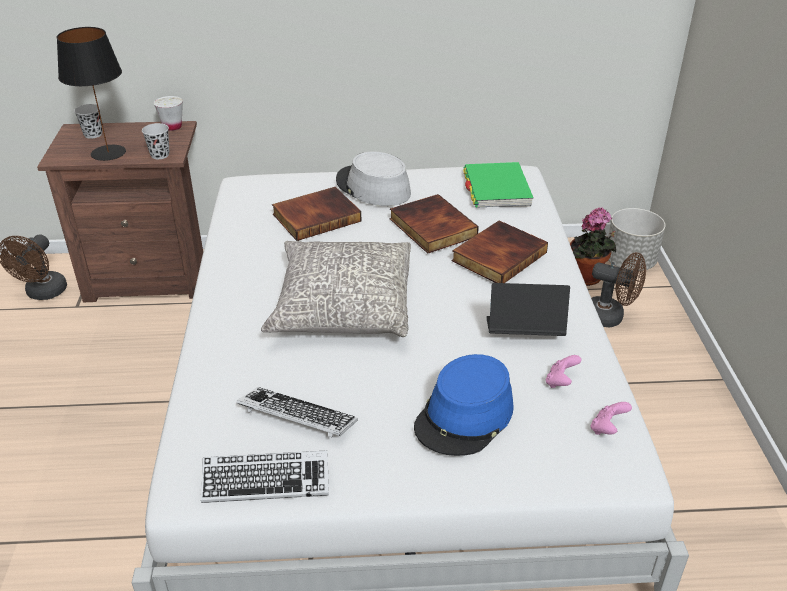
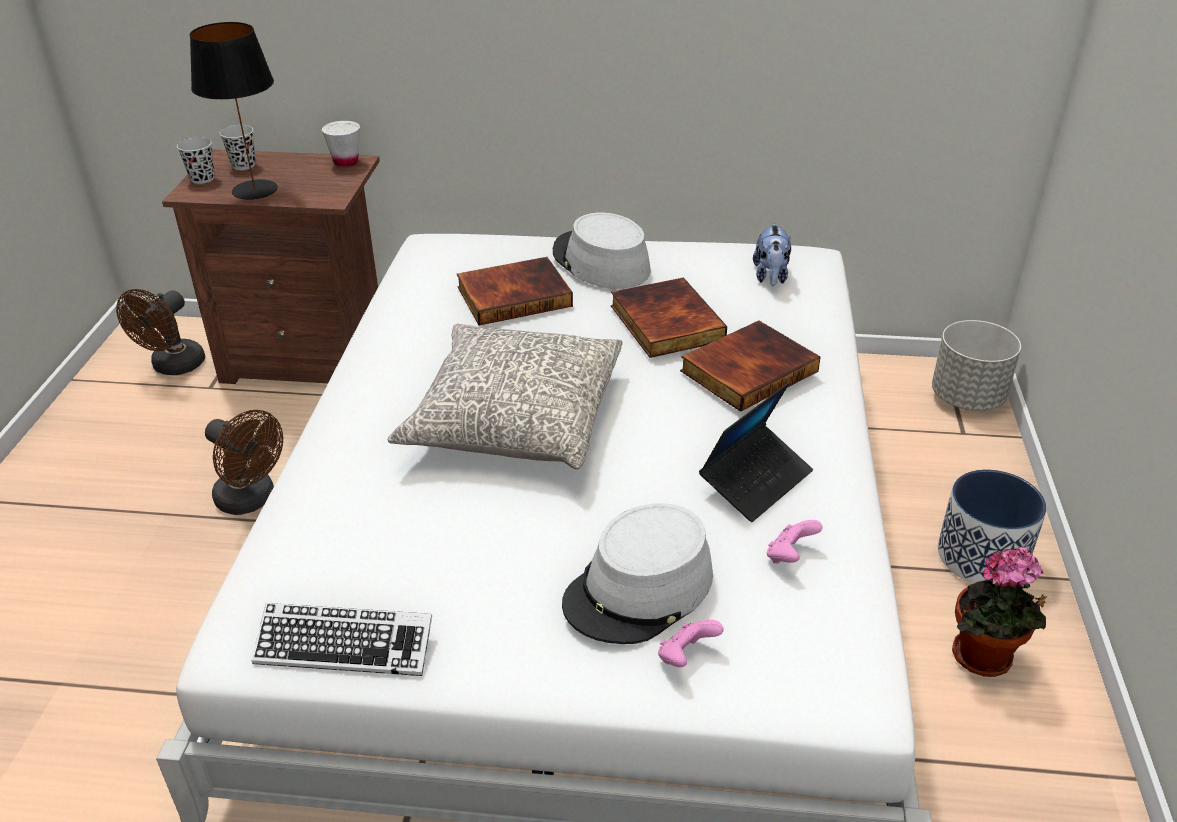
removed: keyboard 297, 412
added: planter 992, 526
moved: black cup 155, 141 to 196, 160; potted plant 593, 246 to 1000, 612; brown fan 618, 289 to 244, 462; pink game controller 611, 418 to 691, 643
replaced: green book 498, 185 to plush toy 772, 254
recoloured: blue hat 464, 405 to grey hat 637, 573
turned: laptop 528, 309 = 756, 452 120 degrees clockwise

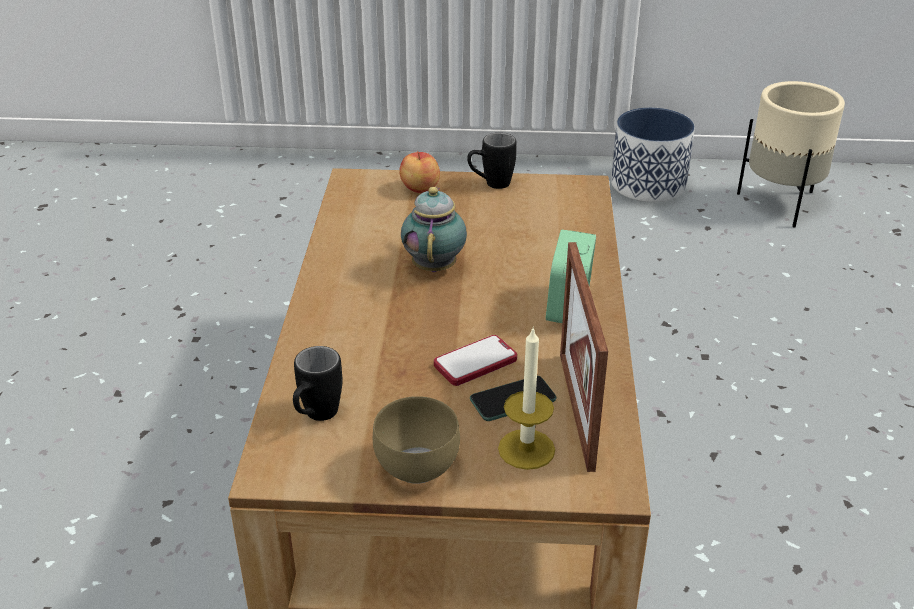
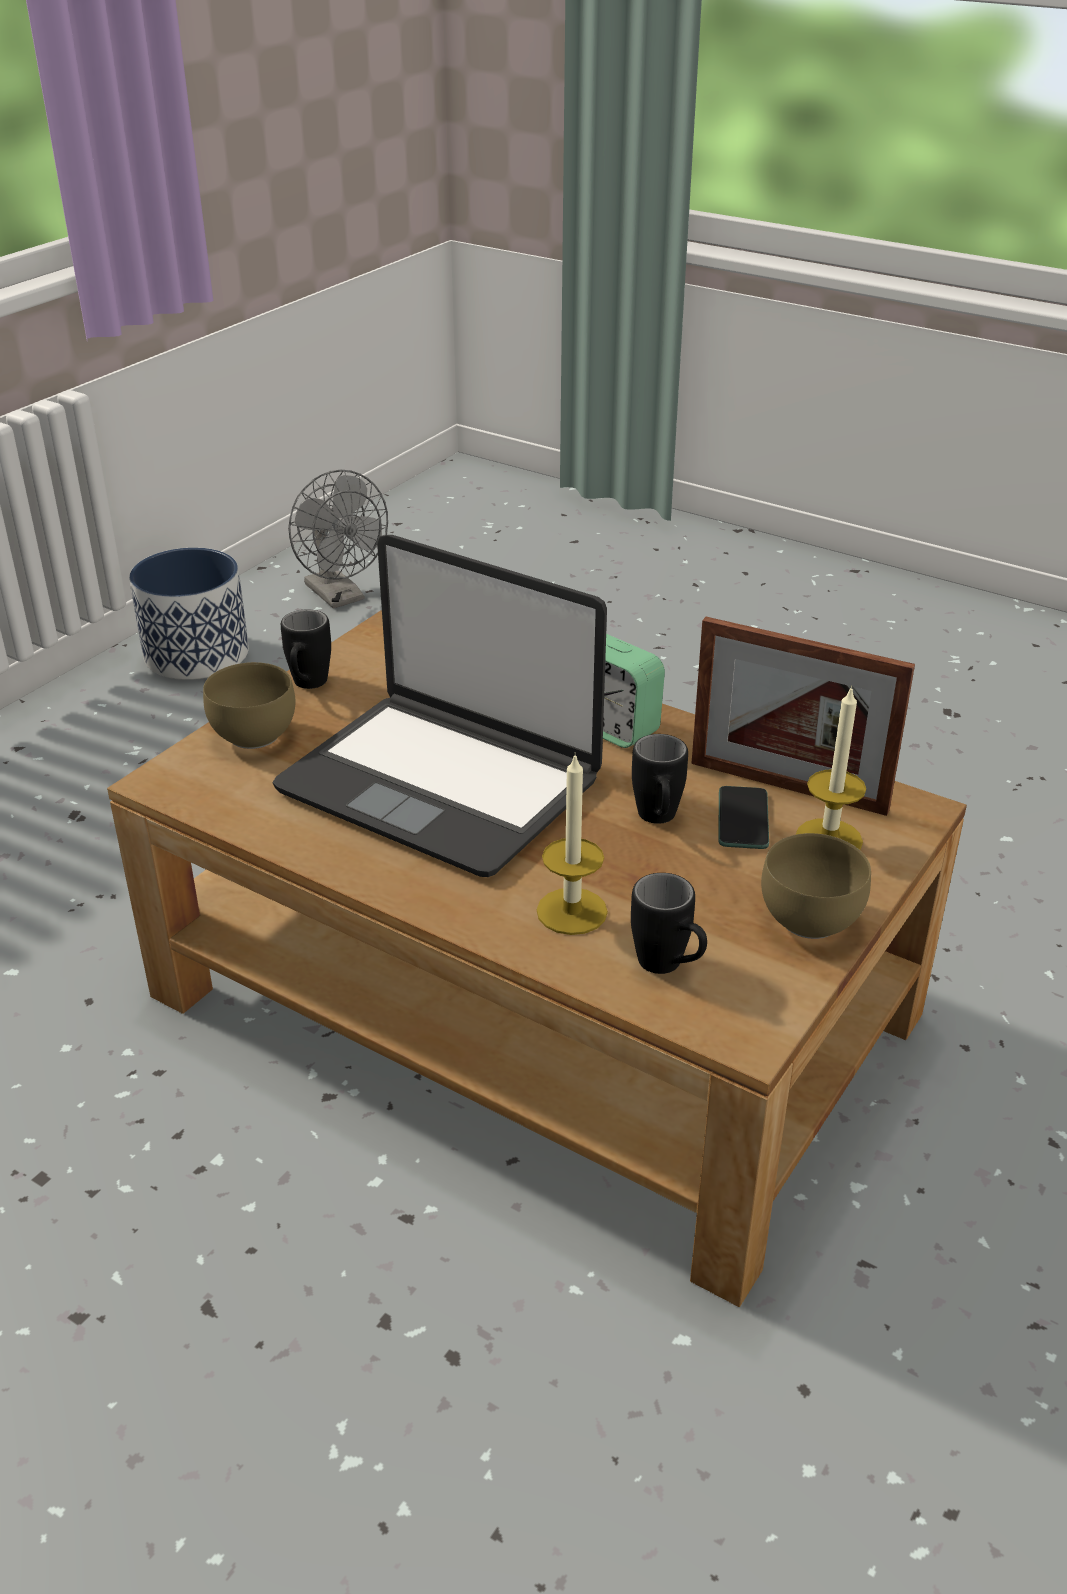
added: candle 572, 843
replaced: apple 419, 172 to brown bowl 249, 705; teapot 434, 229 to laptop 440, 706; phone 475, 360 to black mug 660, 779; beige planter 791, 154 to grey fan 338, 539

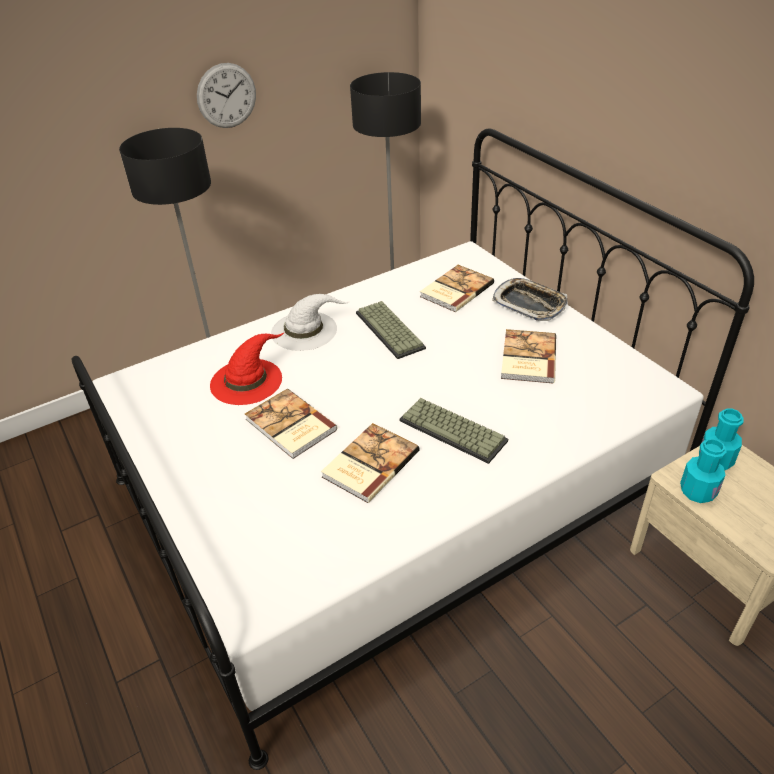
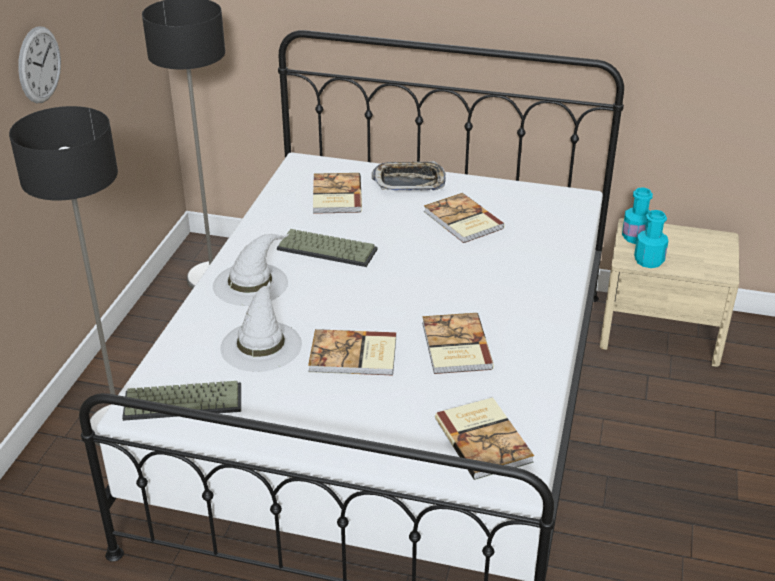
added: book 484, 438
moved: keyboard 453, 431 to 181, 401
recoloured: red hat 247, 369 to white hat 261, 326

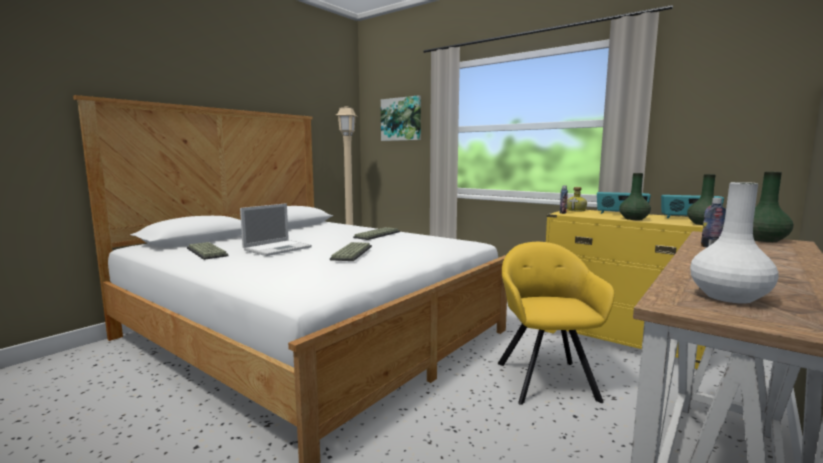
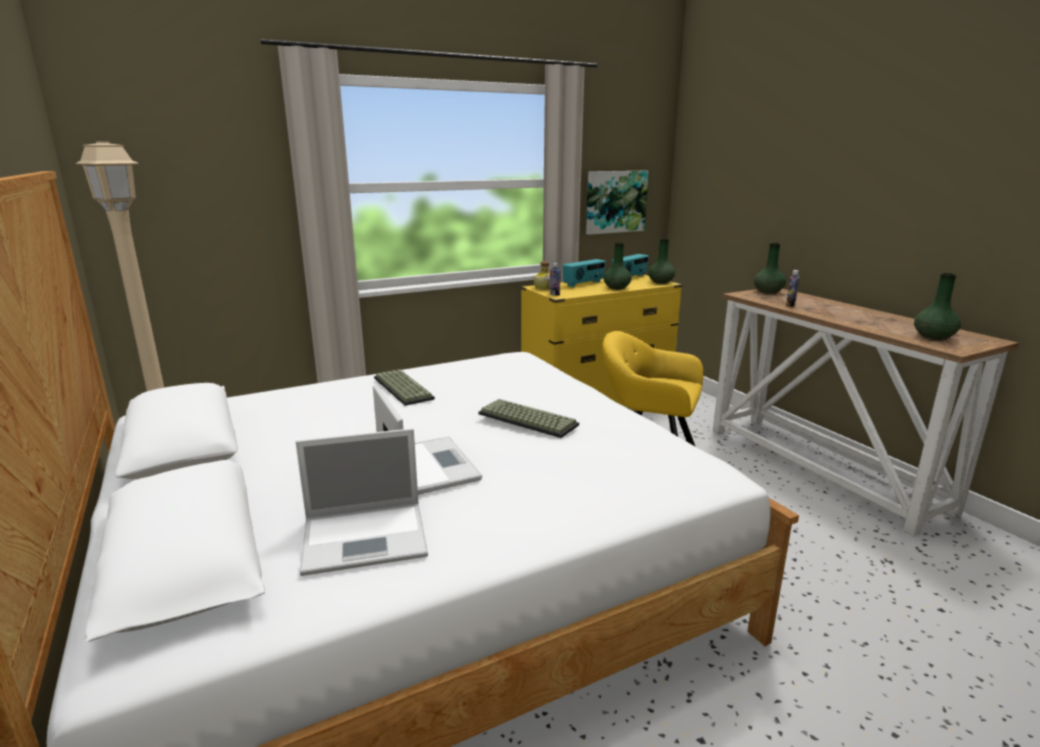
moved: picture 401, 118 to 617, 203
replaced: keyboard 208, 251 to laptop 362, 502
recoloured: white vase 734, 243 to green vase 937, 306

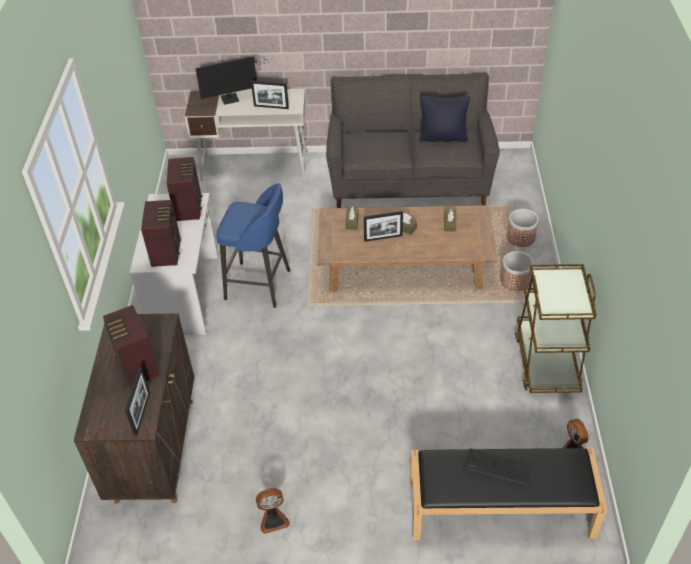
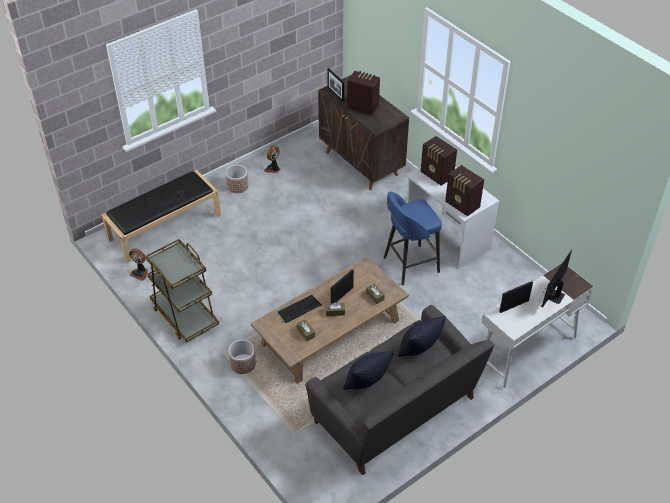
added: keyboard 300, 309; black pillow 421, 336
moved: planter 523, 228 to 236, 179

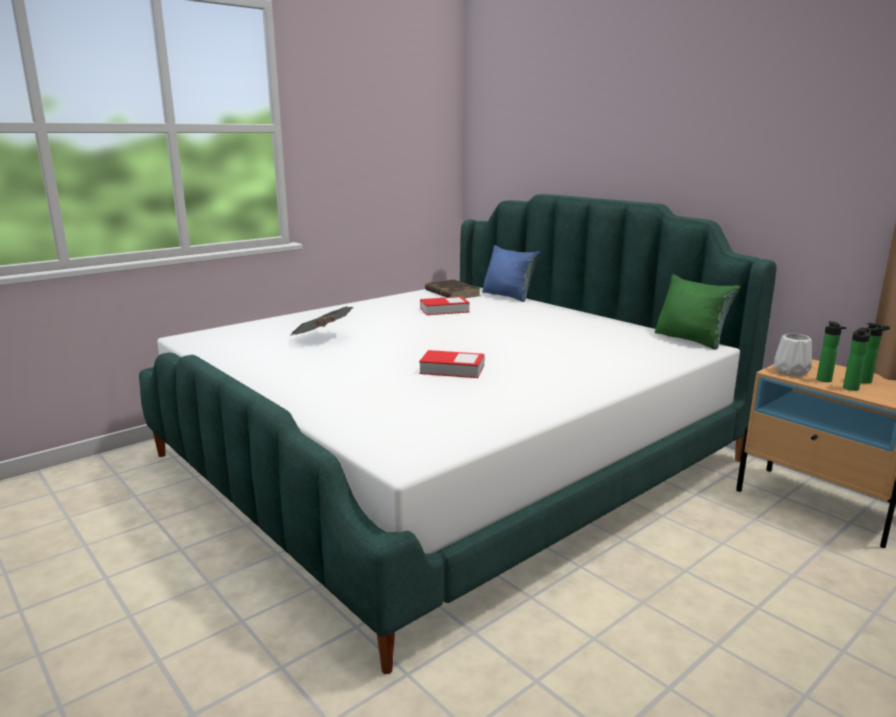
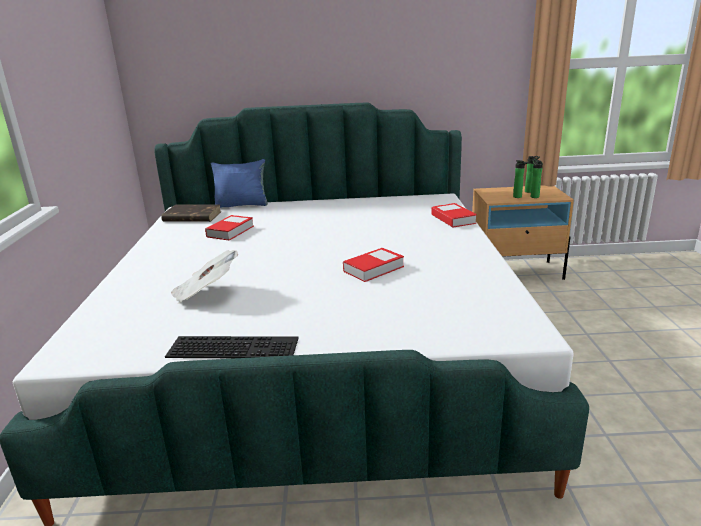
removed: green pillow 697, 312; white vase 793, 355
added: keyboard 232, 347; book 454, 215

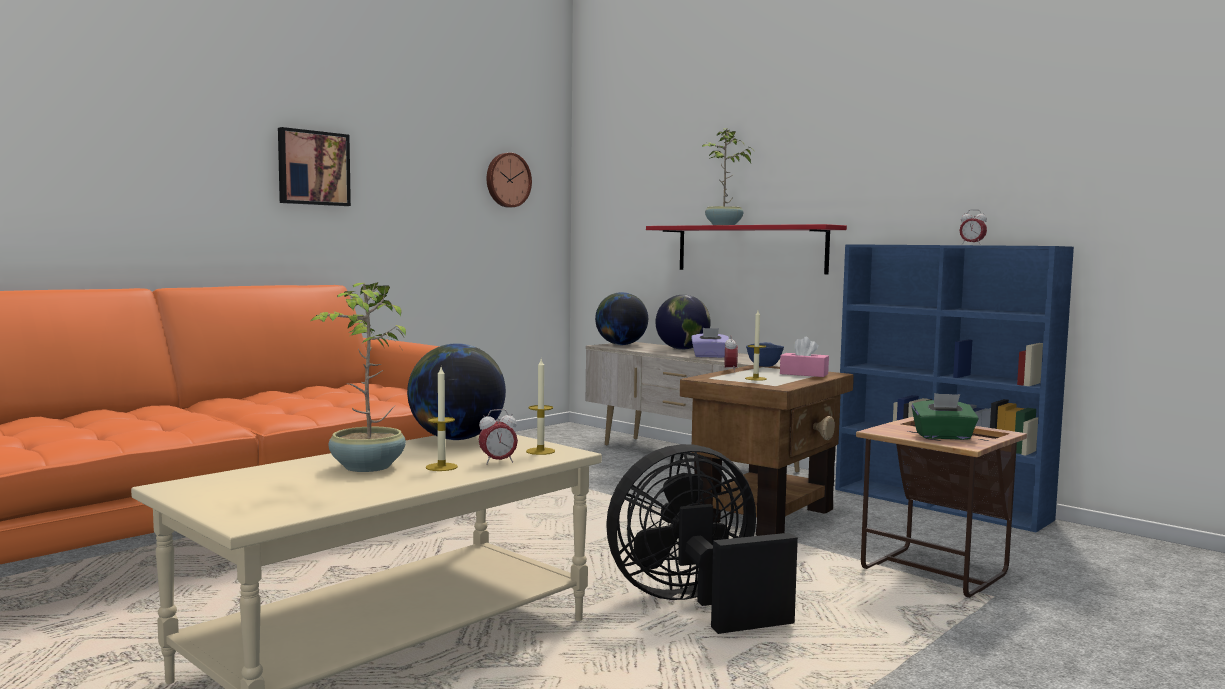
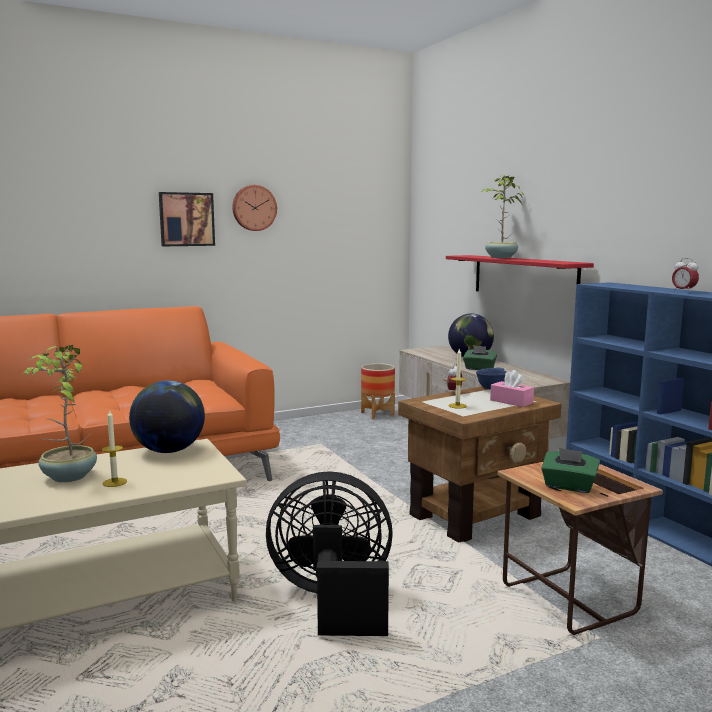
removed: alarm clock 498, 437; candle 540, 407; globe 621, 318
added: planter 378, 391
moved: wall clock 509, 180 to 254, 208
recoloured: purple tissue box 710, 343 to green tissue box 480, 357

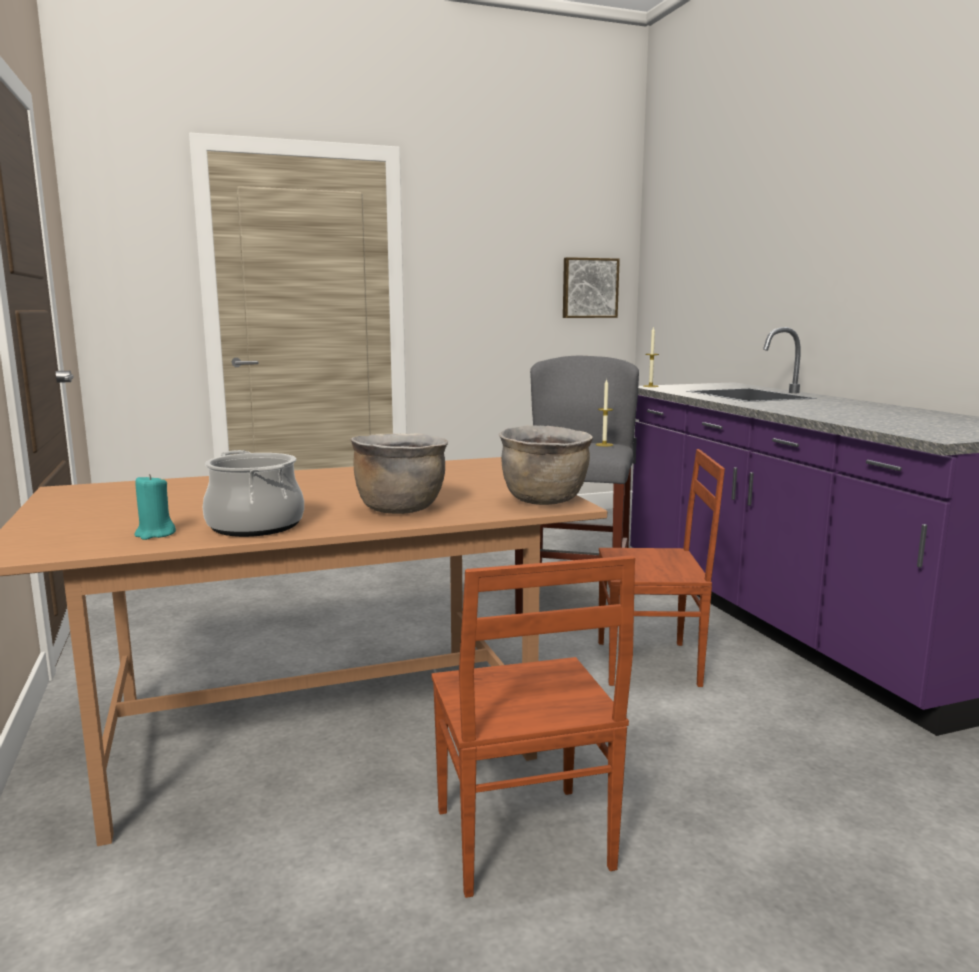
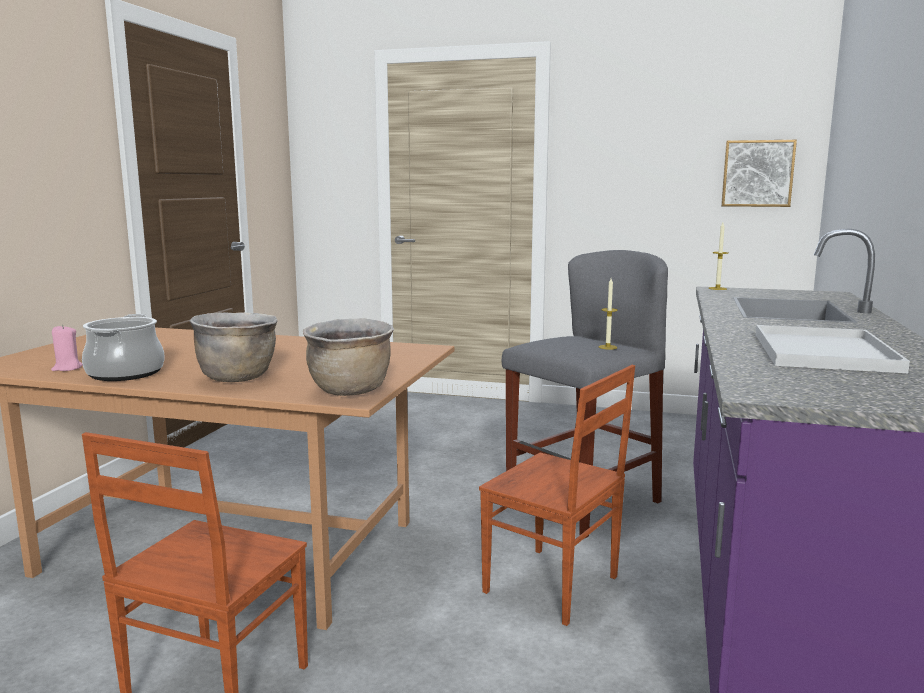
added: white tray 833, 349
recoloured: turquoise candle 155, 507 to pink candle 67, 348

